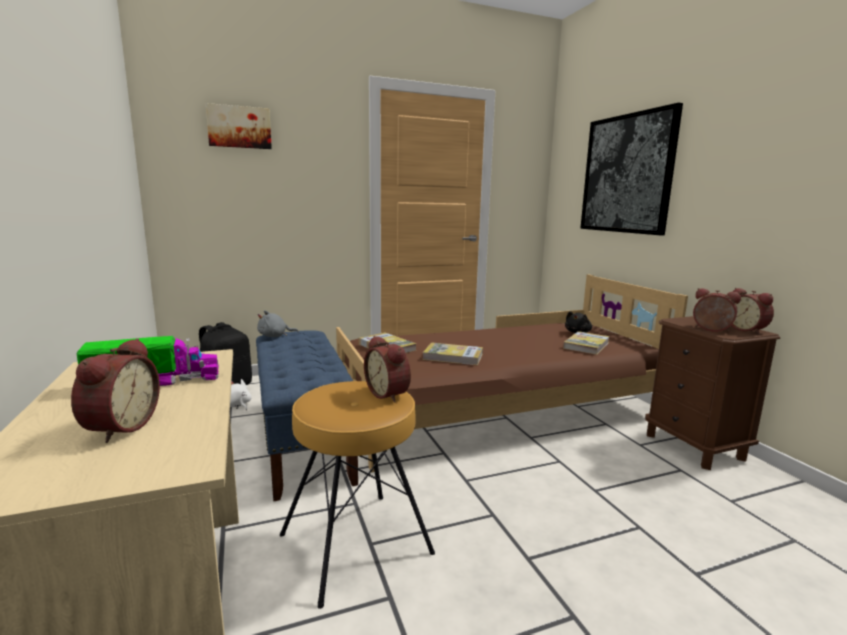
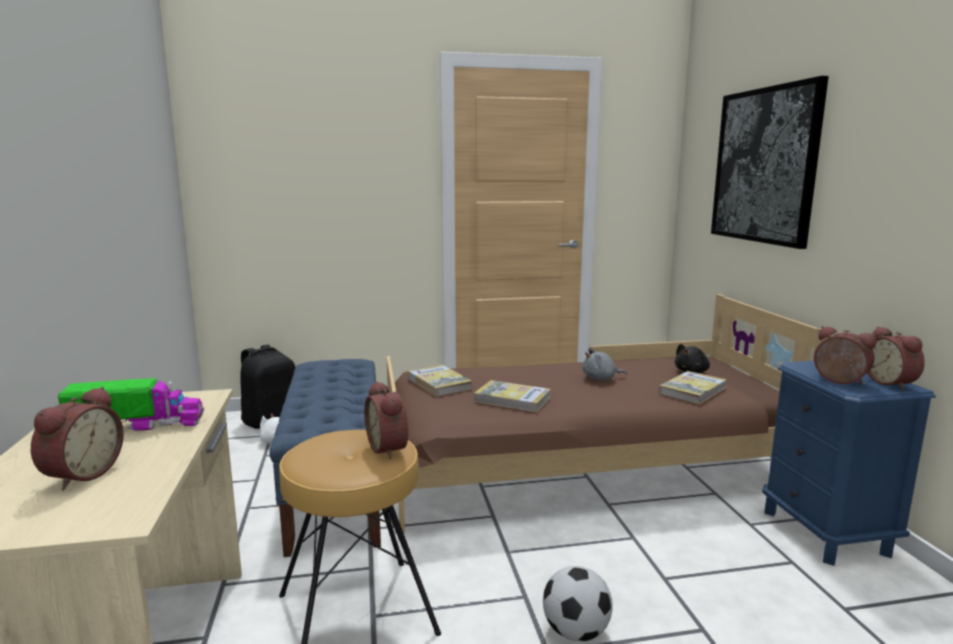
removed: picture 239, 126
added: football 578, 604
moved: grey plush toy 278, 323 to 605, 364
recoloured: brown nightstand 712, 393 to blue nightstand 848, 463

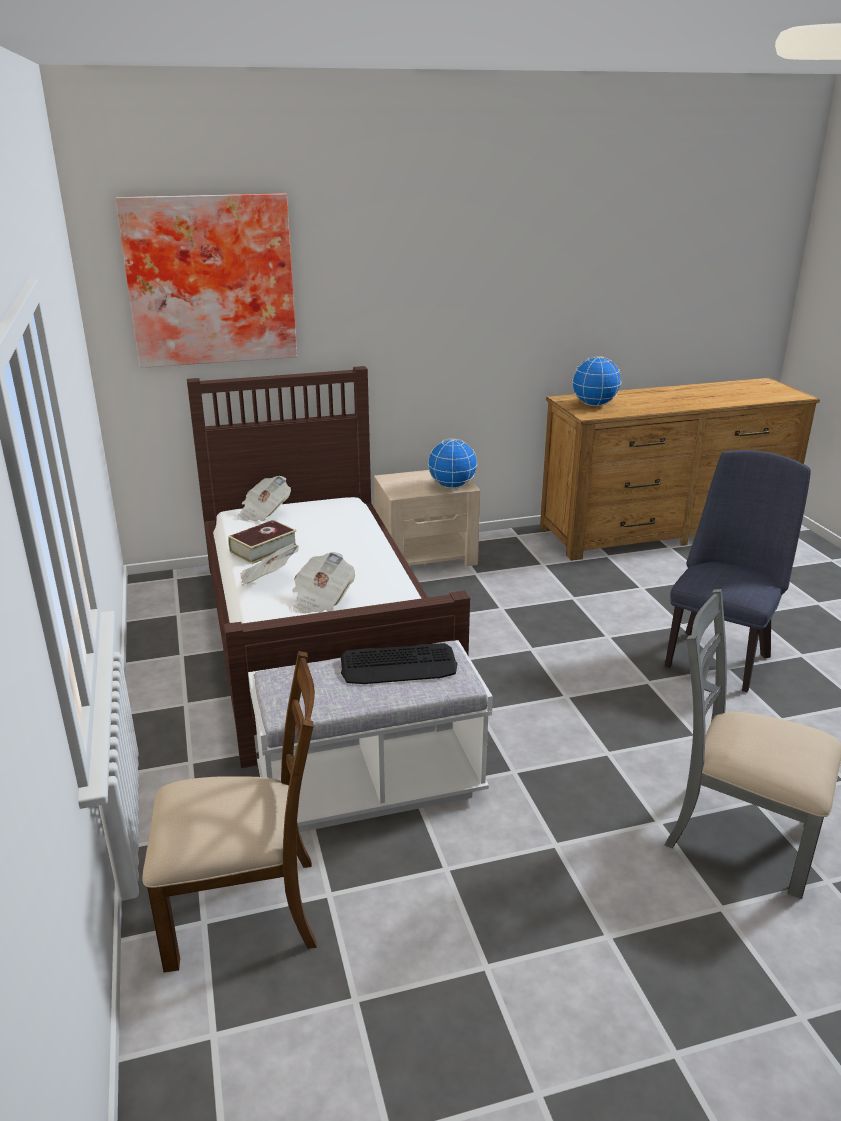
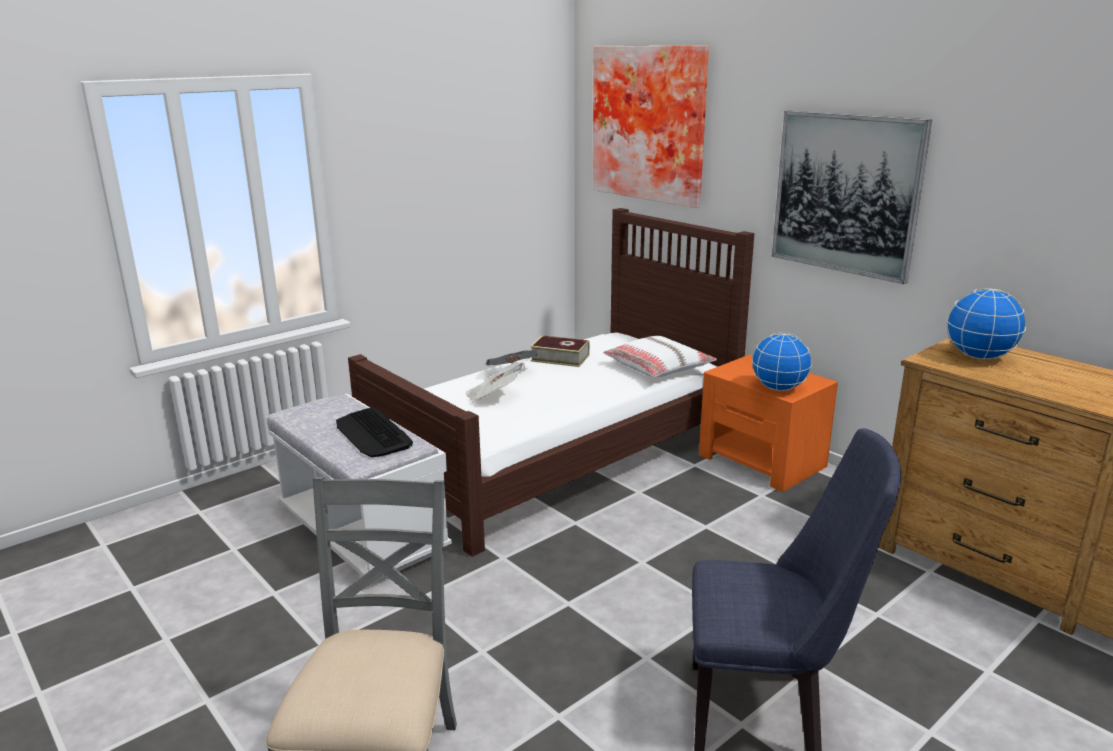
removed: brown chair 229, 811; newspaper 264, 498
added: white pillow 660, 356; picture 852, 197
recoloured: beige nightstand 427, 518 to orange nightstand 768, 423

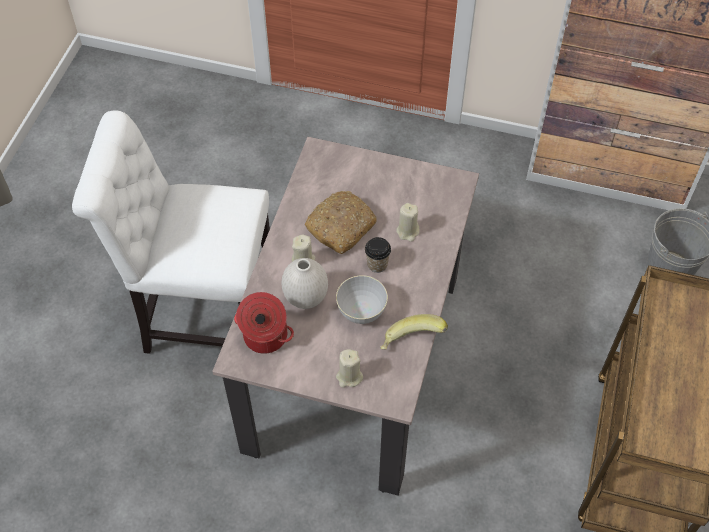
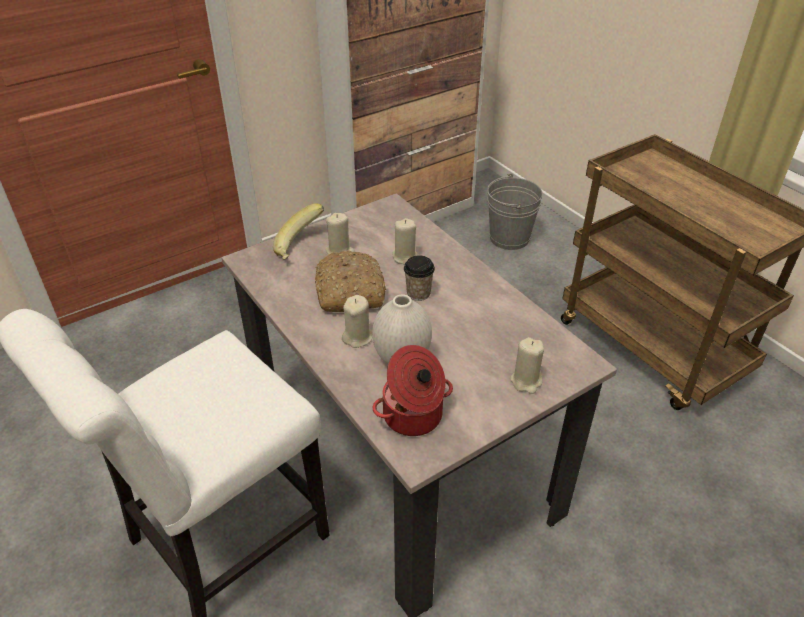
removed: grey bowl 362, 299
added: beige candle 340, 233
moved: banana 414, 331 to 298, 231

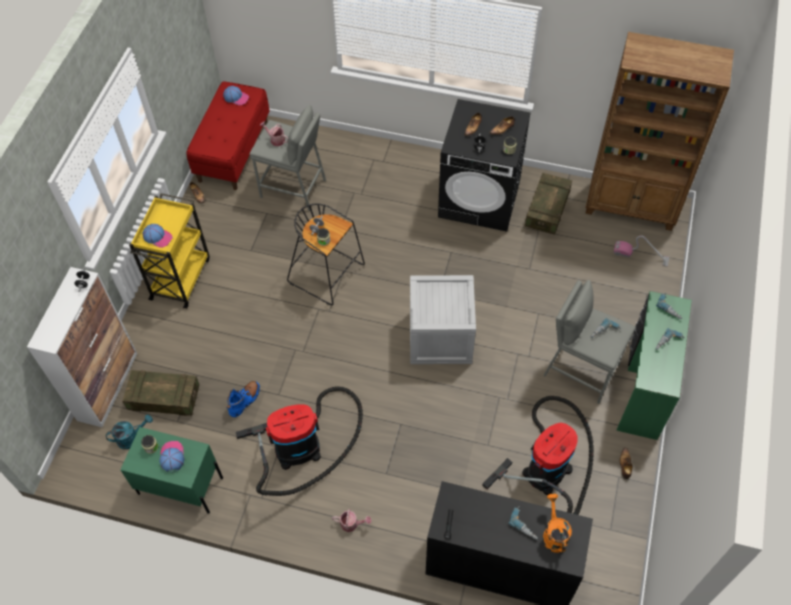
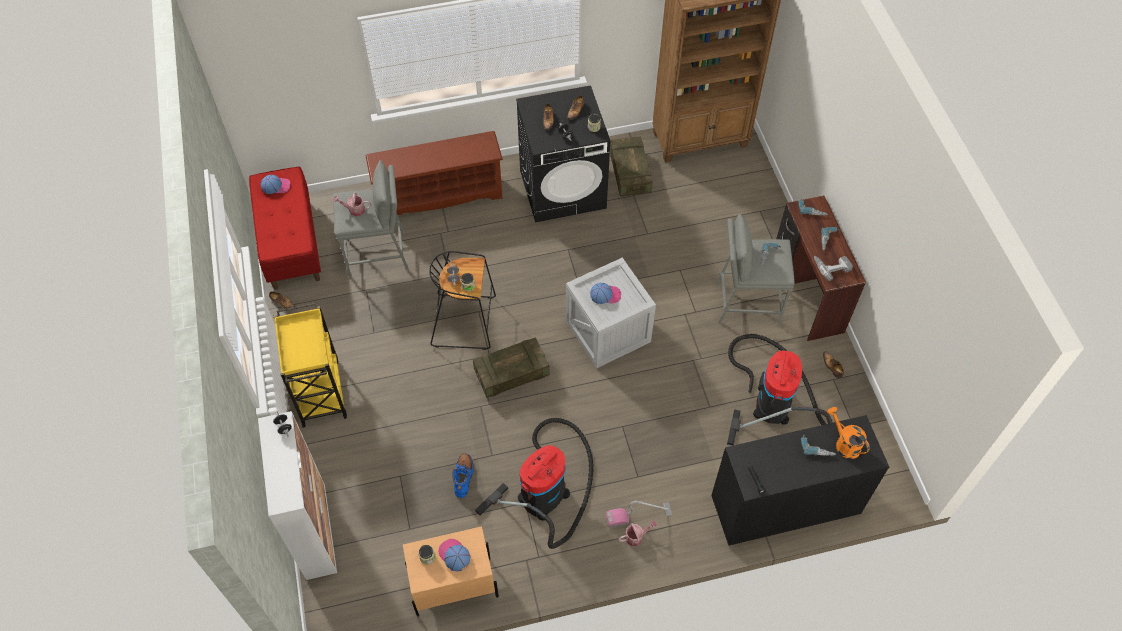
removed: turquoise watering can 129, 432
added: brown shoe rack 434, 173; power drill 833, 268
moved: crate 160, 393 to 511, 367; cap 157, 236 to 605, 293; vacuum cleaner 641, 251 to 639, 514
recoloured: green nightstand 171, 470 to beige nightstand 451, 571; green desk 654, 365 to brown desk 821, 268

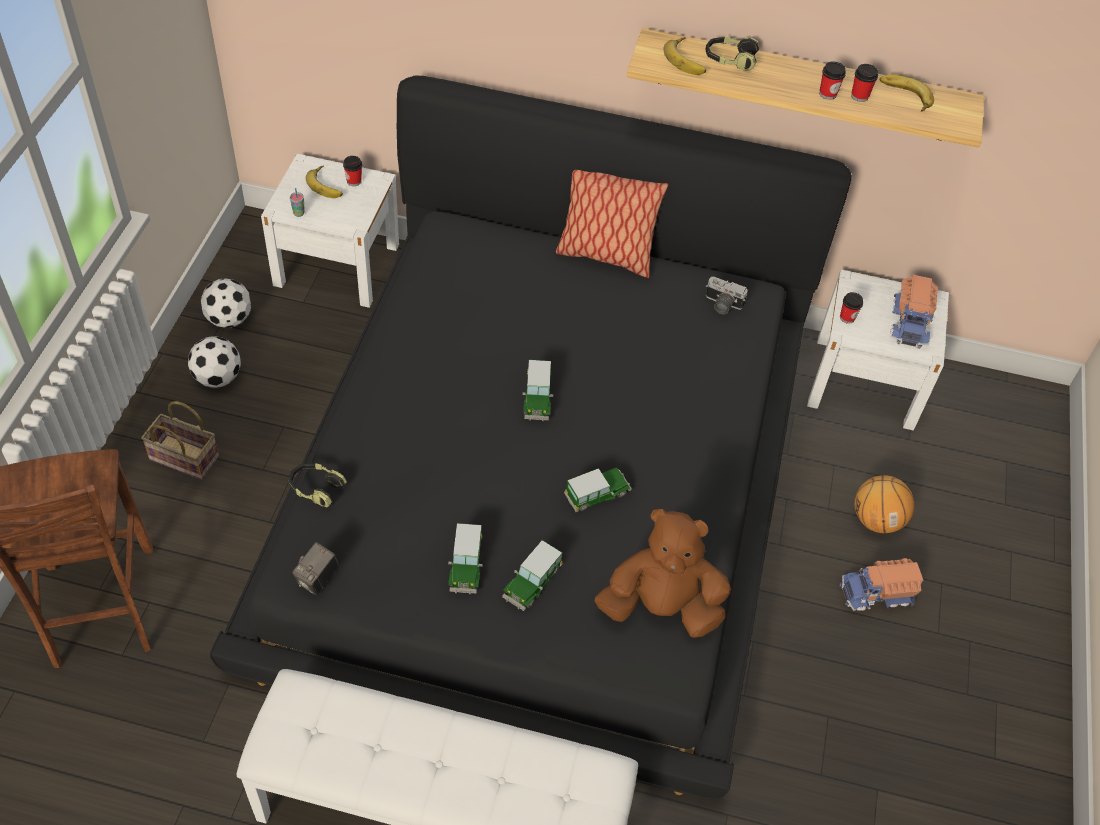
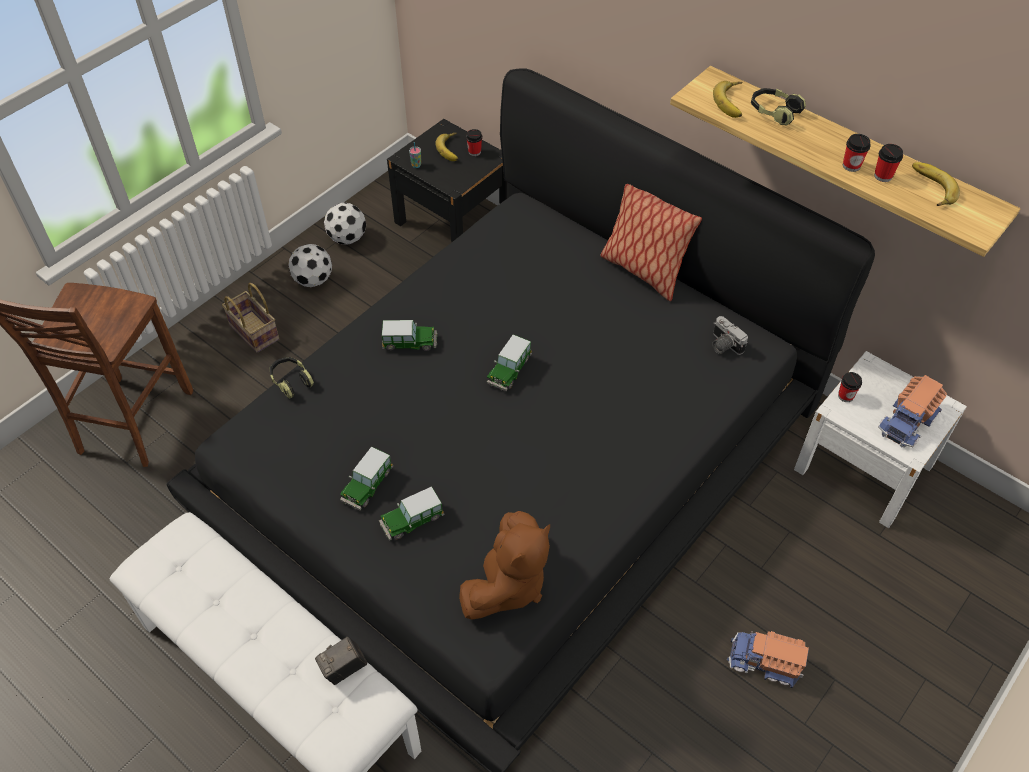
removed: basketball 884, 504
moved: photo camera 316, 568 to 341, 661; toy car 598, 489 to 410, 335
recoloured: white nightstand 330, 231 to black nightstand 447, 181
turned: brown plush toy 663, 573 = 504, 565 90 degrees clockwise

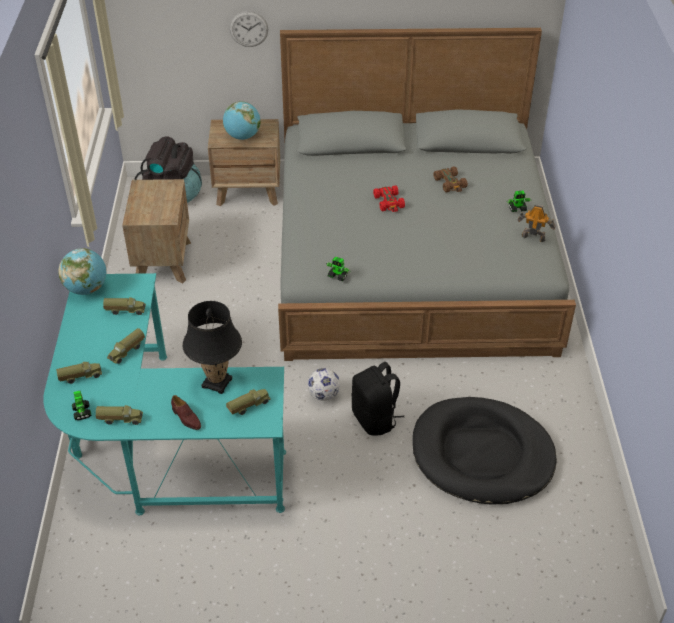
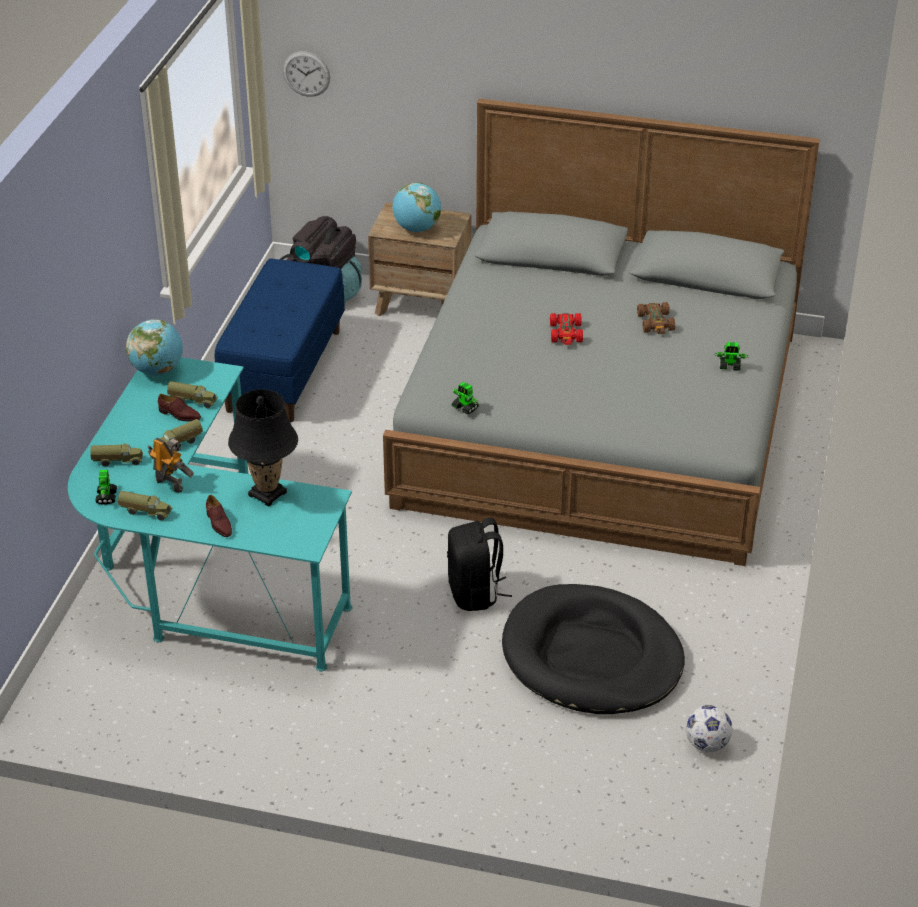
removed: toy truck 248, 402
added: brown shoe 179, 408
moved: wall clock 248, 29 to 306, 74; football 324, 384 to 709, 728; toy robot 537, 223 to 170, 465
replaced: brown nightstand 156, 231 to blue bench 279, 340

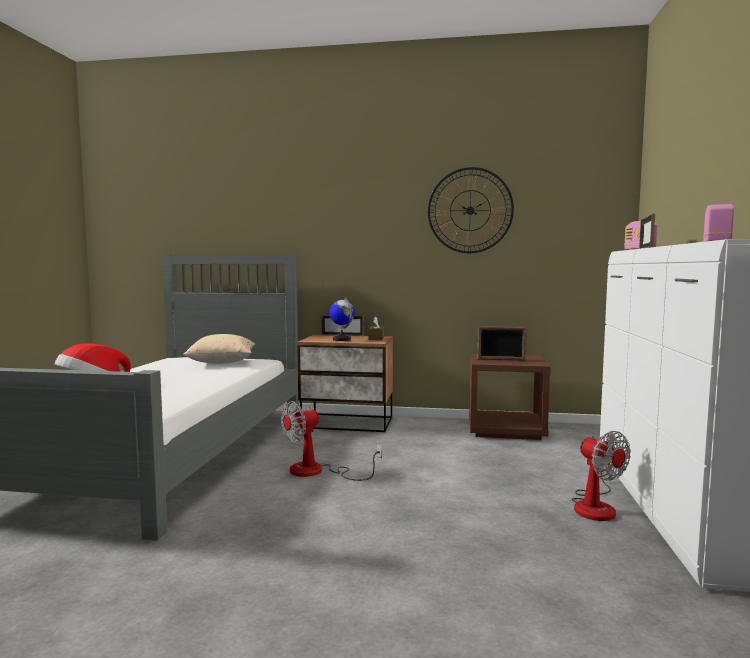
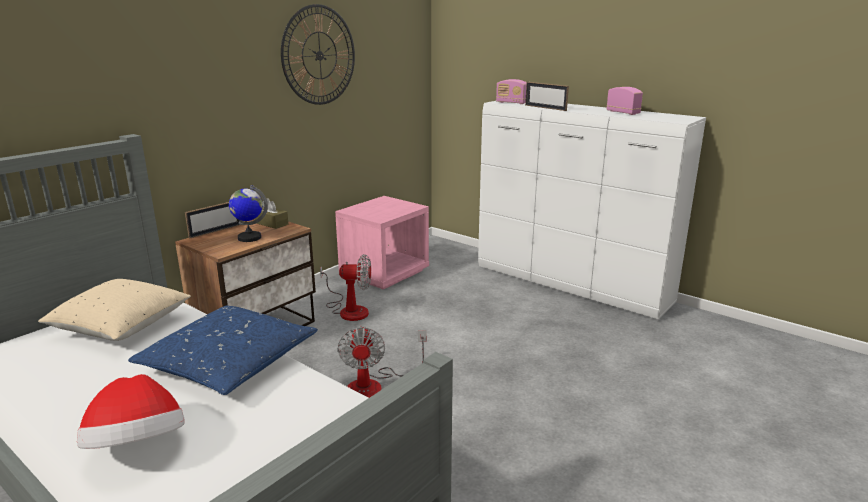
removed: picture frame 502, 343
added: blue pillow 223, 350
moved: fan 601, 476 to 345, 287
recoloured: brown nightstand 510, 397 to pink nightstand 382, 242

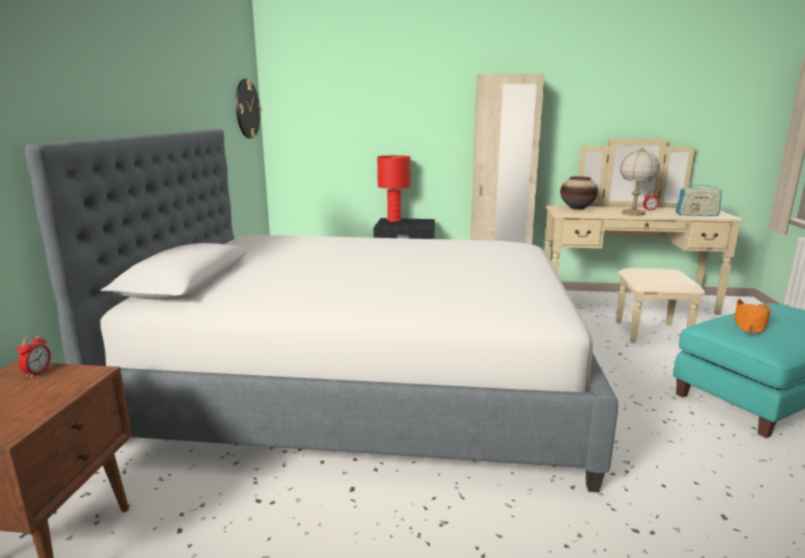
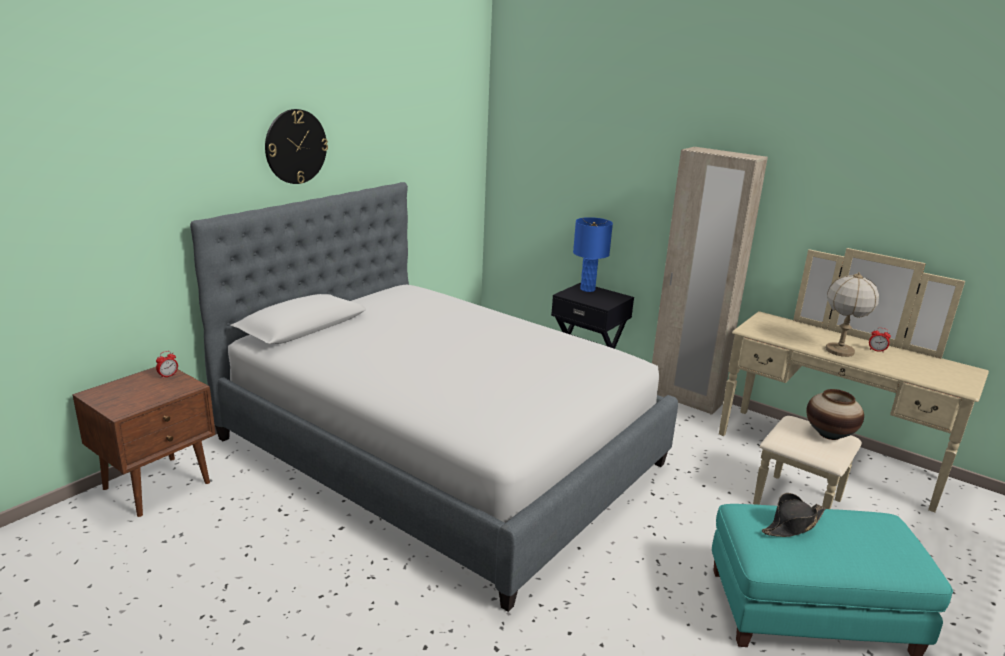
removed: radio 698, 199
moved: wall clock 249, 109 to 296, 146; vase 579, 193 to 835, 414
recoloured: red table lamp 394, 188 to blue table lamp 593, 254; orange hat 752, 316 to black hat 794, 515

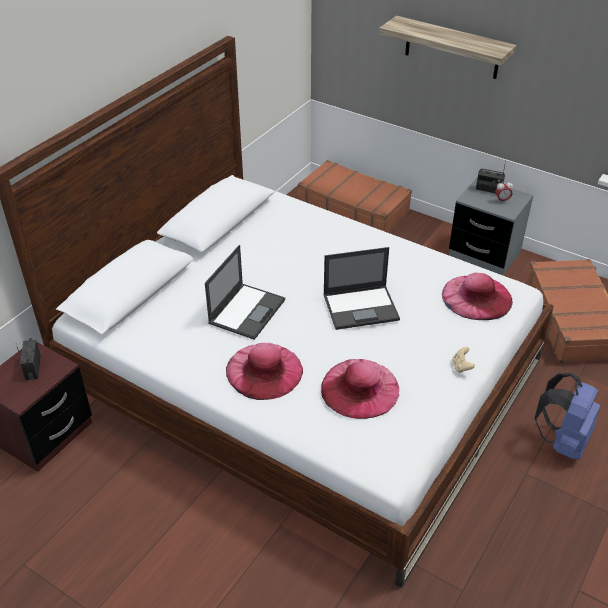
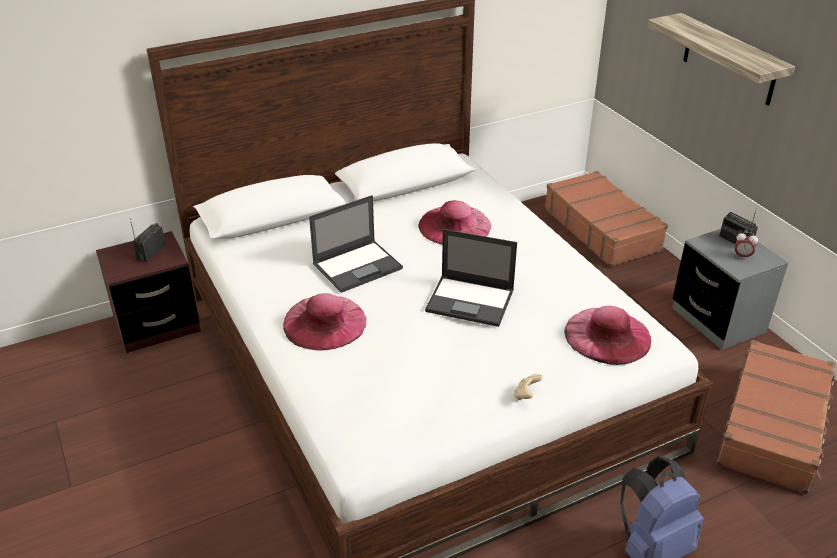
moved: pink hat 360, 389 to 454, 222

